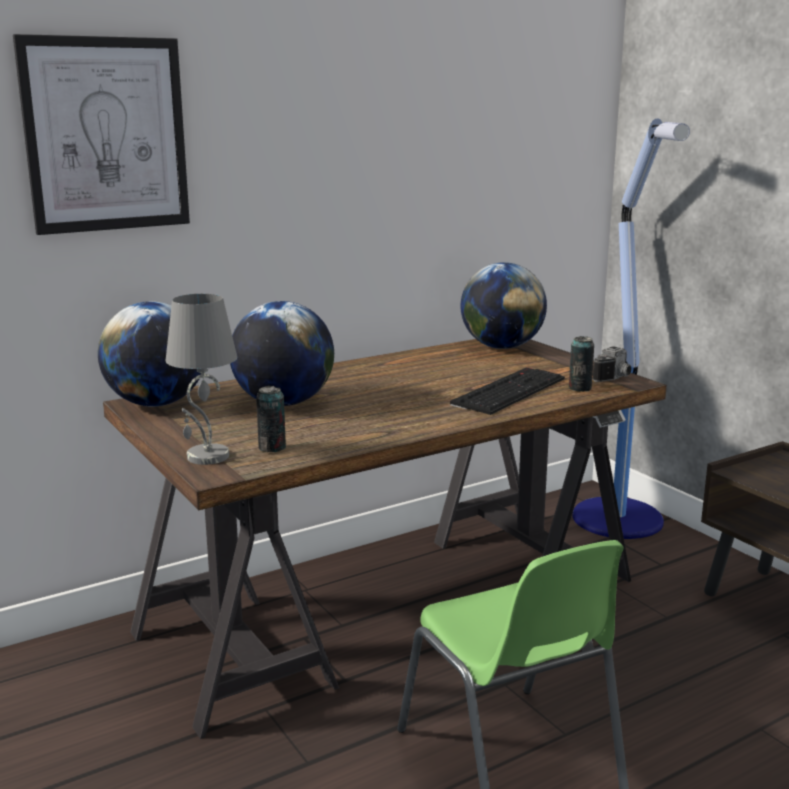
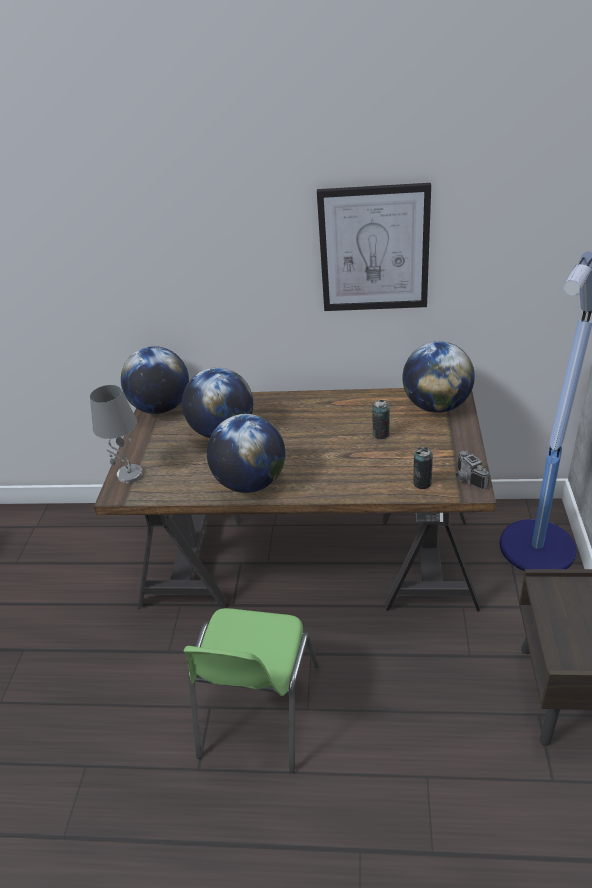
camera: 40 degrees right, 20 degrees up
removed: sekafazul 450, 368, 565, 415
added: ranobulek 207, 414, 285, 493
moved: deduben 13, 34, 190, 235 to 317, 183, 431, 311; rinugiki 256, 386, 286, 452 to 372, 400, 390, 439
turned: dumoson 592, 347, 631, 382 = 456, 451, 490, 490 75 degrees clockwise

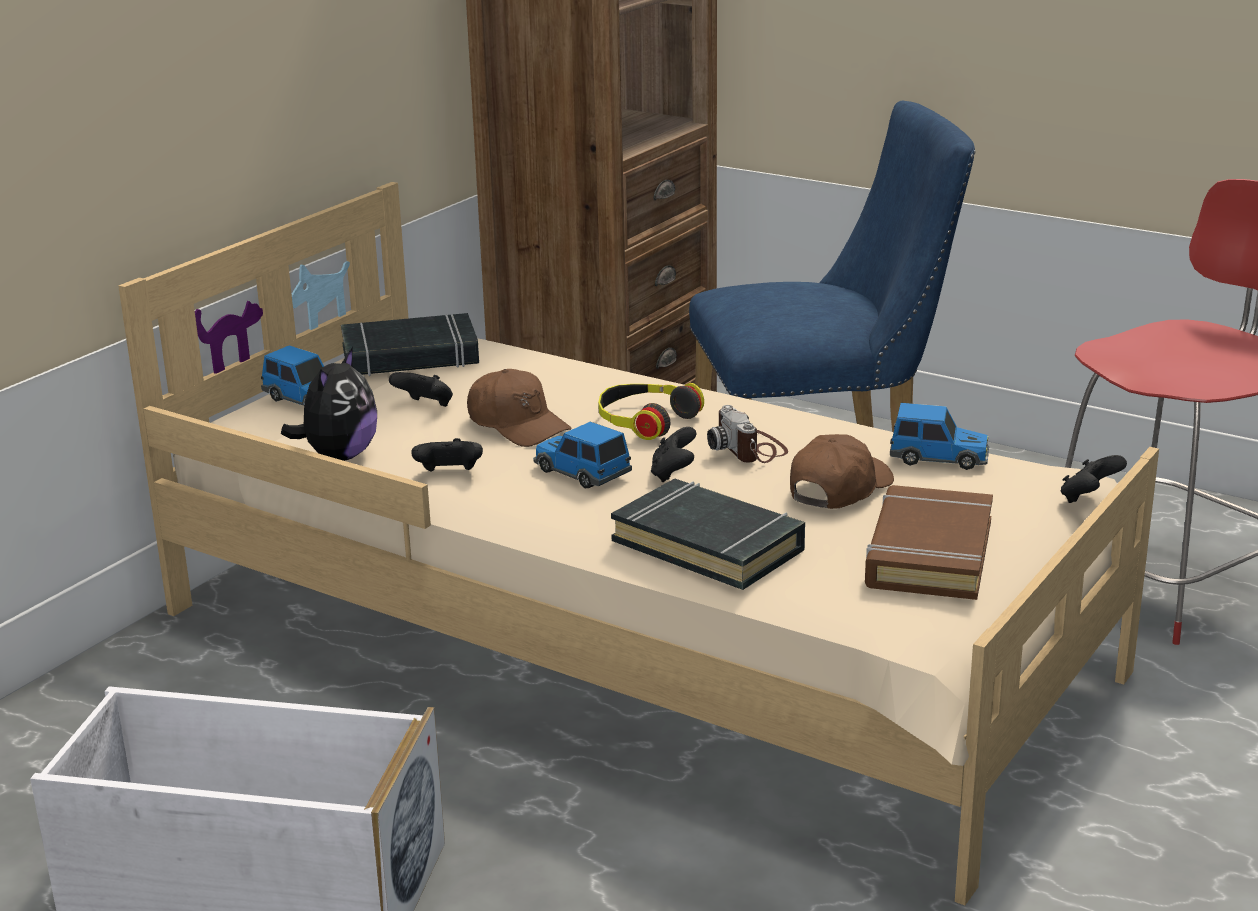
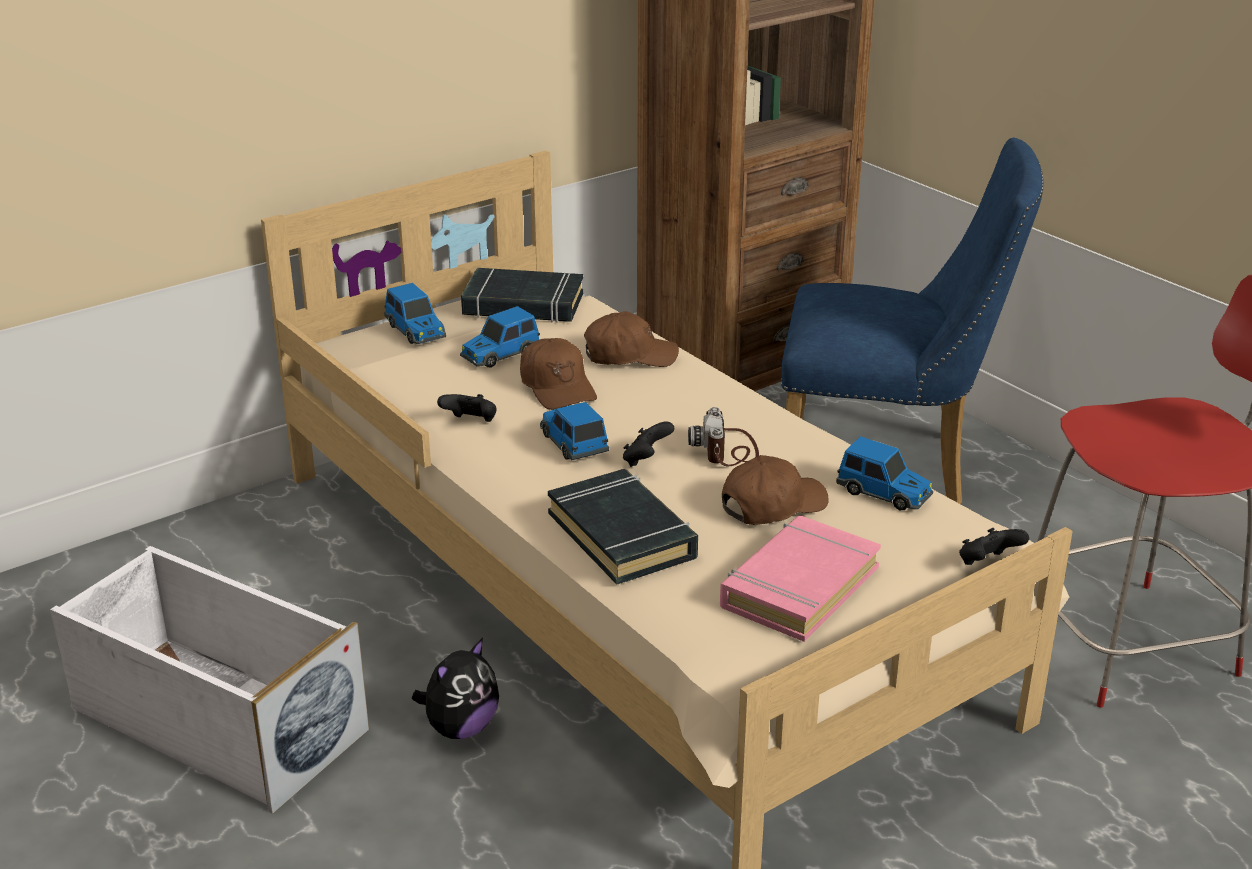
camera: 20 degrees right, 5 degrees up
removed: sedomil 598, 383, 704, 440
added: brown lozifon 584, 311, 679, 367
moved: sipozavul 281, 347, 377, 461 to 412, 638, 499, 739
replaced: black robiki 389, 372, 453, 407 to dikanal 460, 306, 540, 368
recoloured: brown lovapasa 865, 485, 993, 600 to pink lovapasa 720, 515, 881, 642

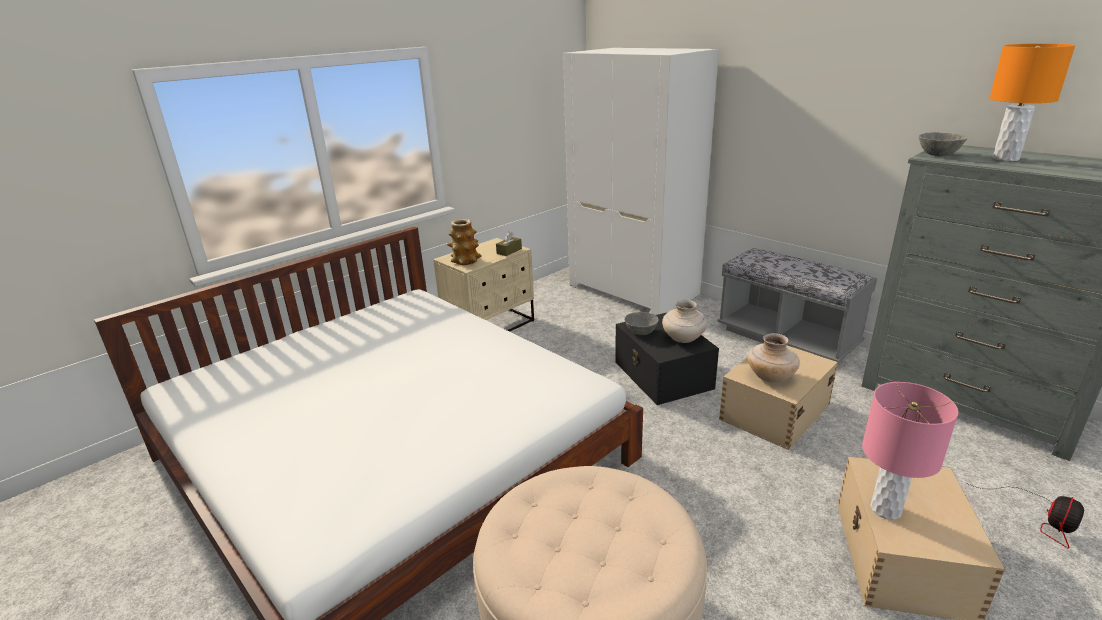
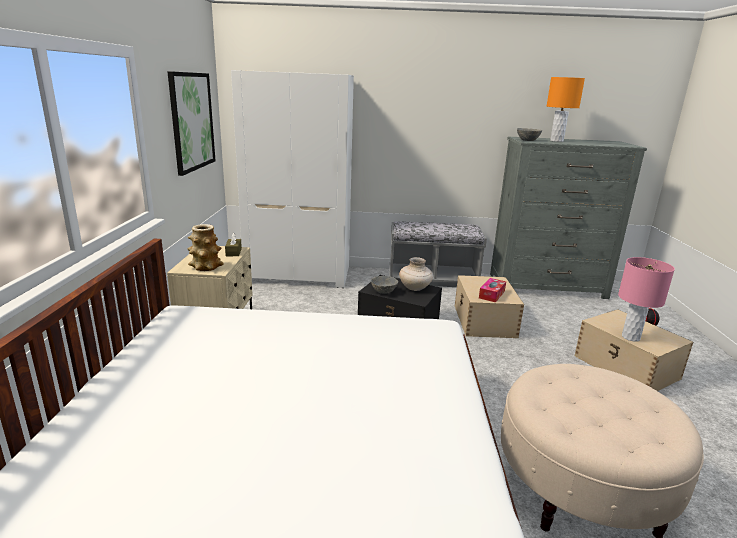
camera: 45 degrees left, 5 degrees down
added: deduben 168, 71, 215, 176
replaced: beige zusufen 747, 333, 800, 383 to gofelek 479, 278, 506, 303

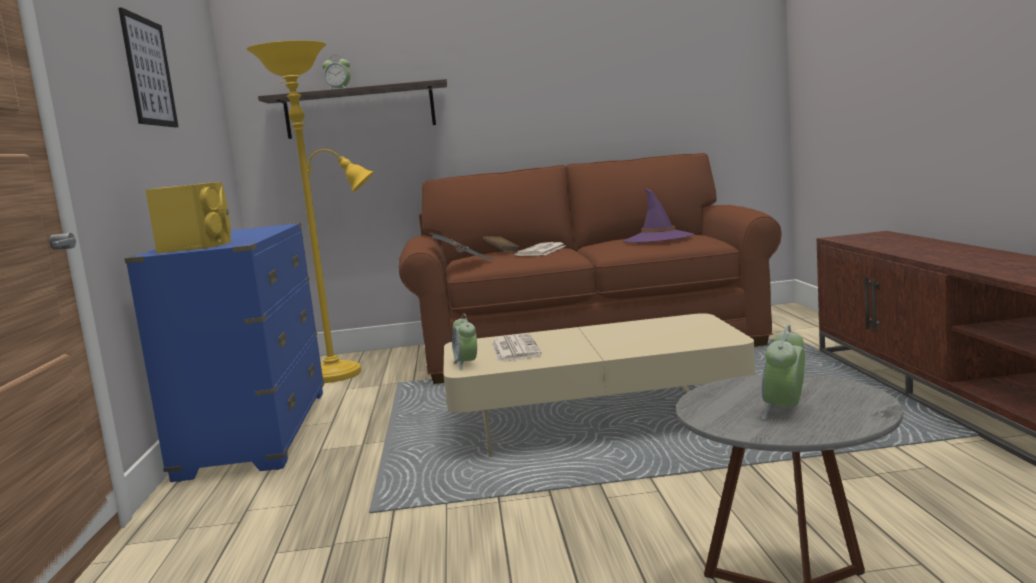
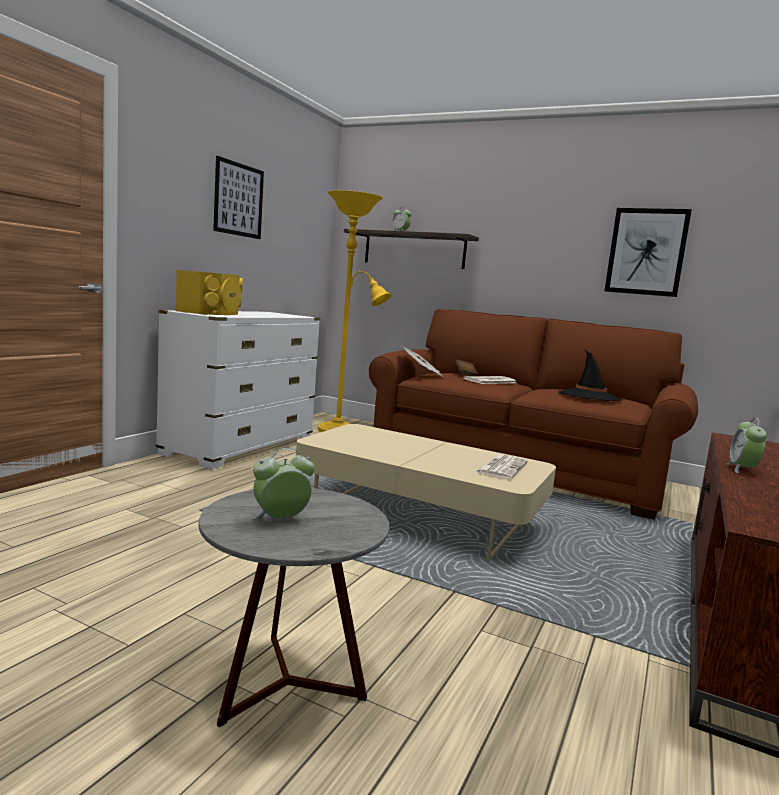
camera: 30 degrees right, 0 degrees up
added: deduben 605, 208, 692, 297
moved: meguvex 452, 314, 477, 370 to 726, 417, 767, 473; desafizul 491, 333, 542, 362 to 474, 454, 528, 479
recoloured: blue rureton 124, 223, 324, 482 to white rureton 156, 310, 320, 469; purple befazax 624, 188, 694, 243 to black befazax 558, 349, 623, 401

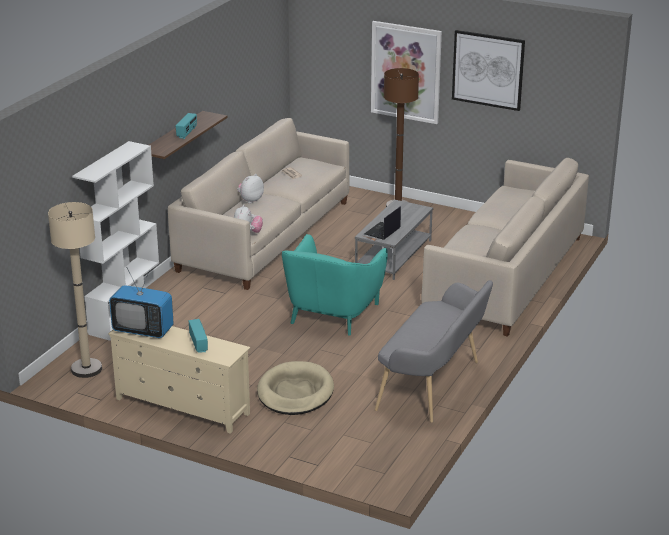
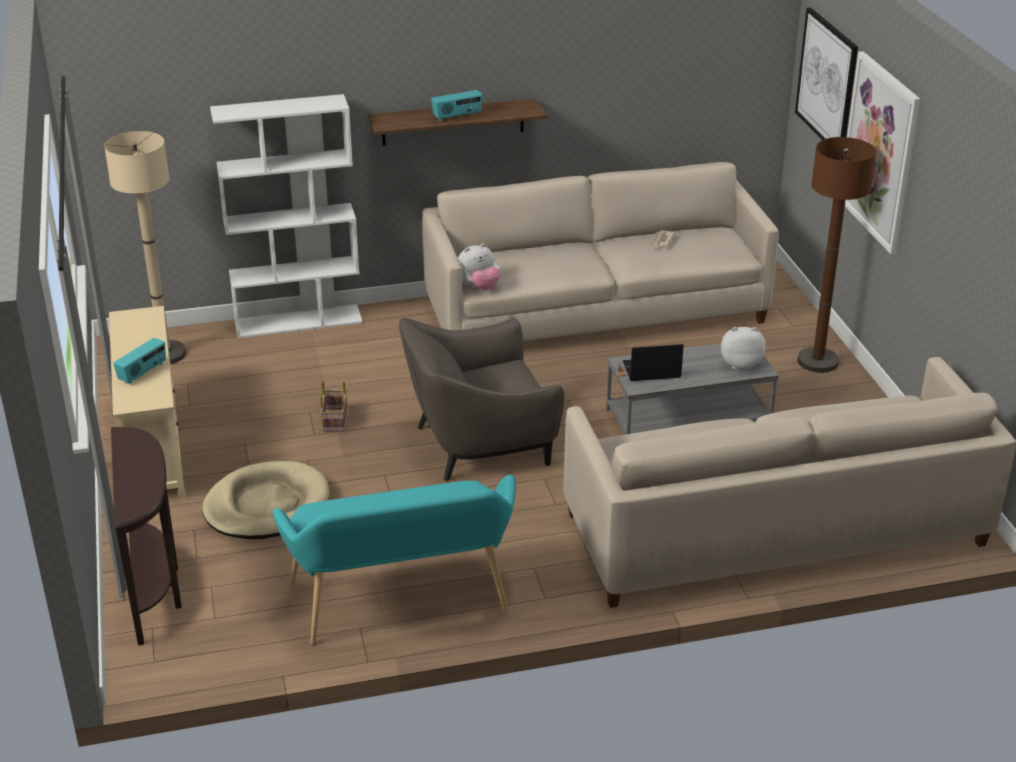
camera: 50 degrees right, 5 degrees up
removed: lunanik 109, 267, 174, 338
added: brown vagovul 111, 427, 182, 645; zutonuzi 320, 381, 347, 432
moved: sipozavul 237, 174, 264, 204 to 721, 327, 766, 370; deduben 452, 30, 525, 111 to 795, 7, 858, 140
recoloured: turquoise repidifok 282, 234, 388, 336 to grey repidifok 399, 318, 564, 481; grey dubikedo 375, 280, 493, 423 to turquoise dubikedo 273, 474, 516, 644

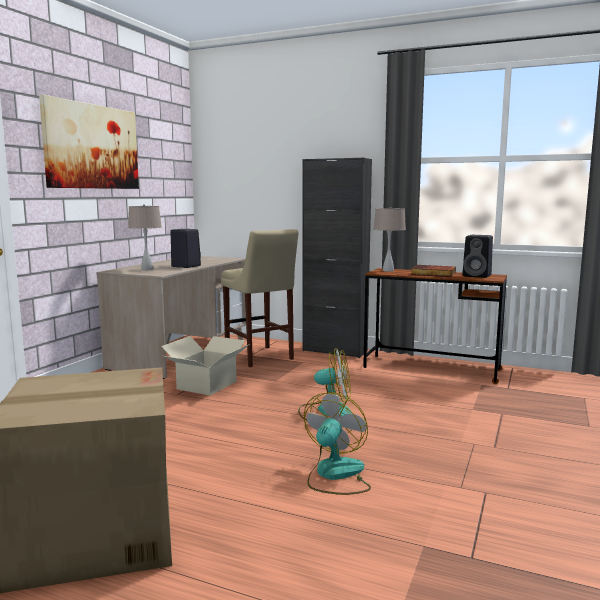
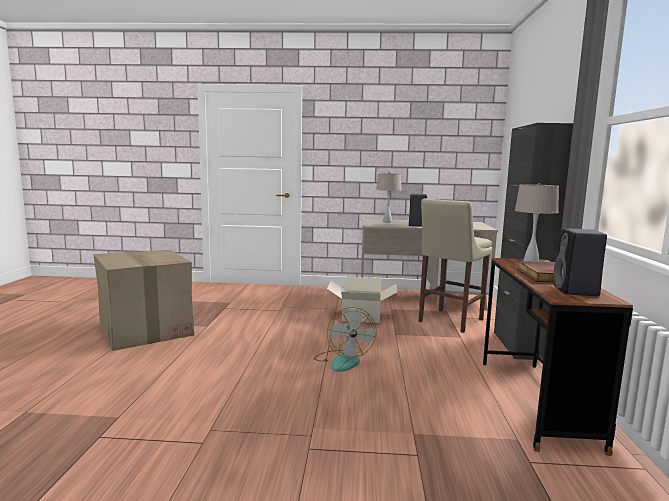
camera: 70 degrees right, 0 degrees up
removed: deduben 39, 95, 139, 189; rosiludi 304, 392, 371, 495

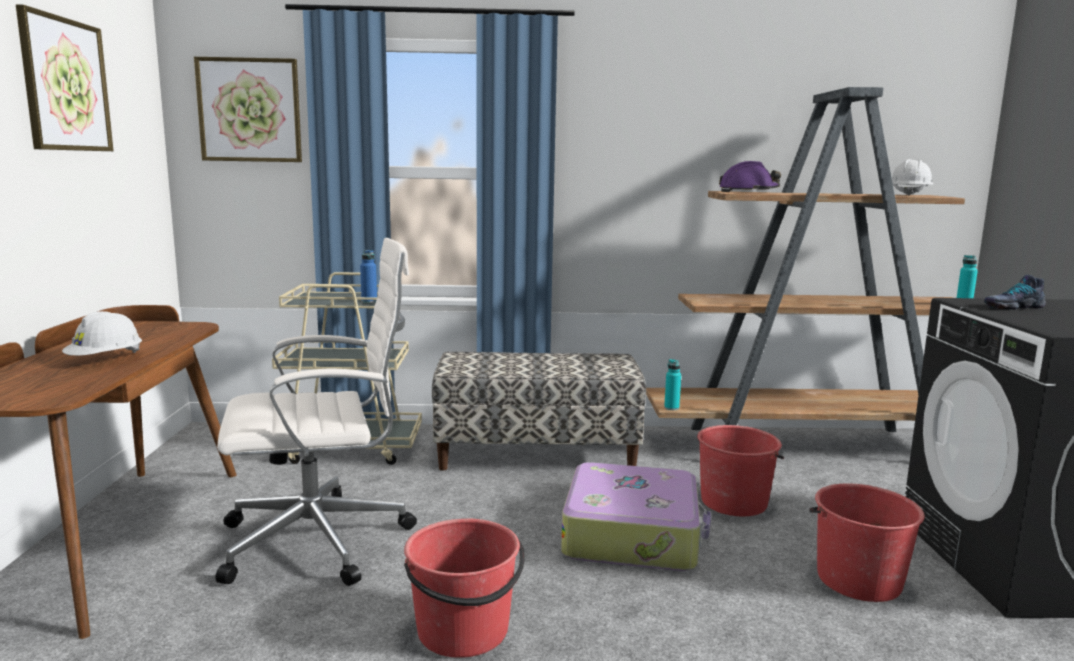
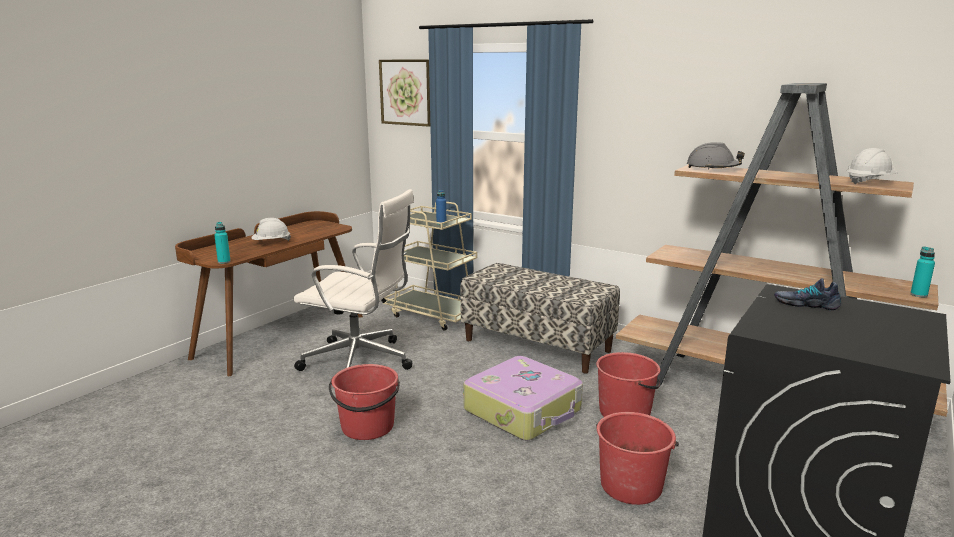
camera: 35 degrees right, 5 degrees up
removed: deduben 16, 4, 114, 151
moved: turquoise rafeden 664, 359, 681, 410 to 214, 222, 230, 264
recoloured: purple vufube 719, 161, 781, 192 to grey vufube 687, 142, 745, 169

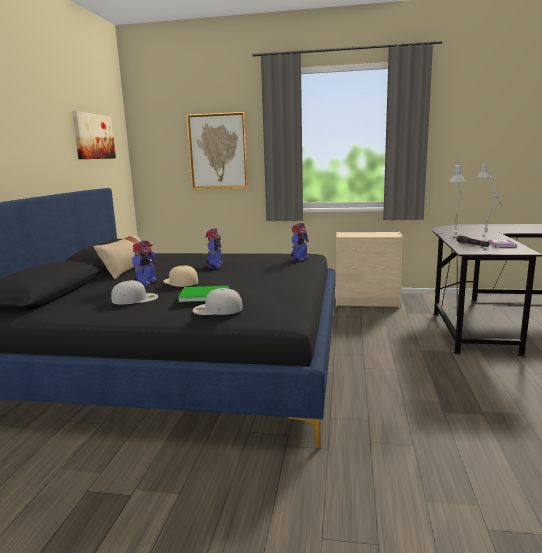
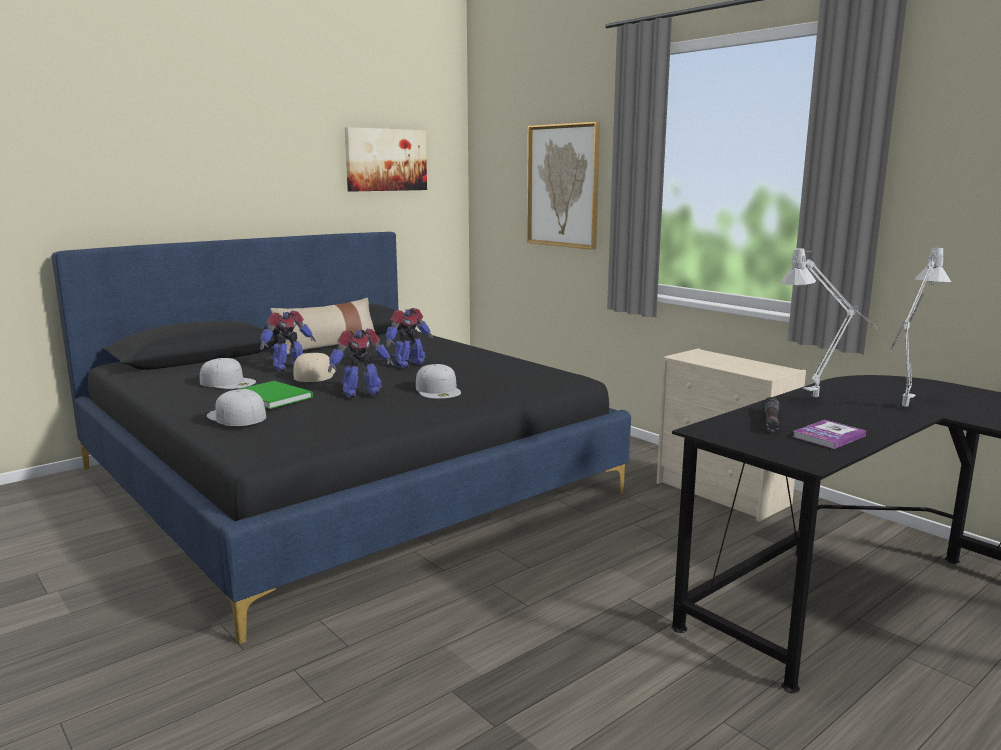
camera: 40 degrees right, 0 degrees up
added: white lozifon 416, 364, 461, 399
moved: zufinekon 291, 223, 309, 261 to 328, 329, 393, 398

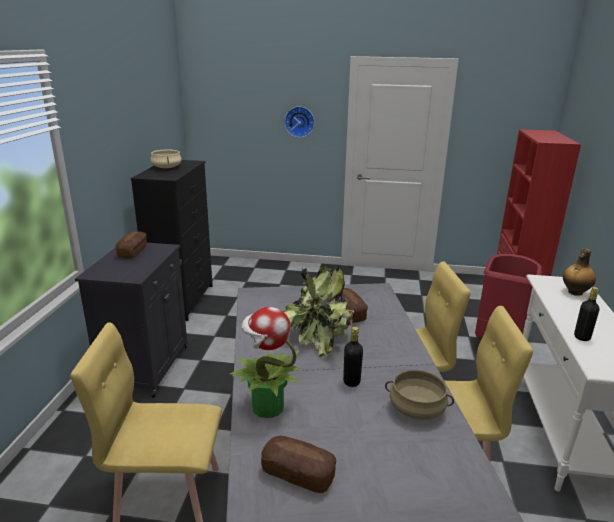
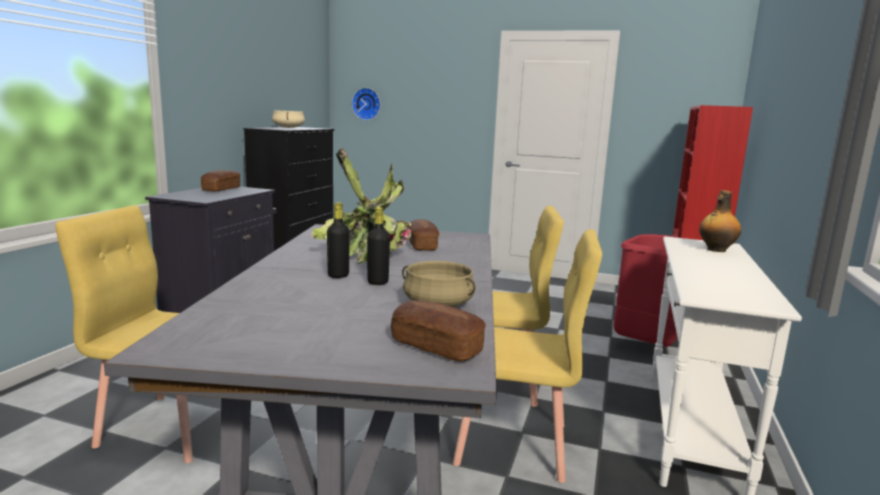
camera: 10 degrees right, 10 degrees down
removed: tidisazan 229, 307, 302, 418
moved: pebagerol 261, 436, 336, 493 to 391, 300, 486, 361; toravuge 285, 106, 315, 138 to 352, 88, 380, 120; black rafeden 574, 287, 600, 341 to 327, 202, 350, 278

